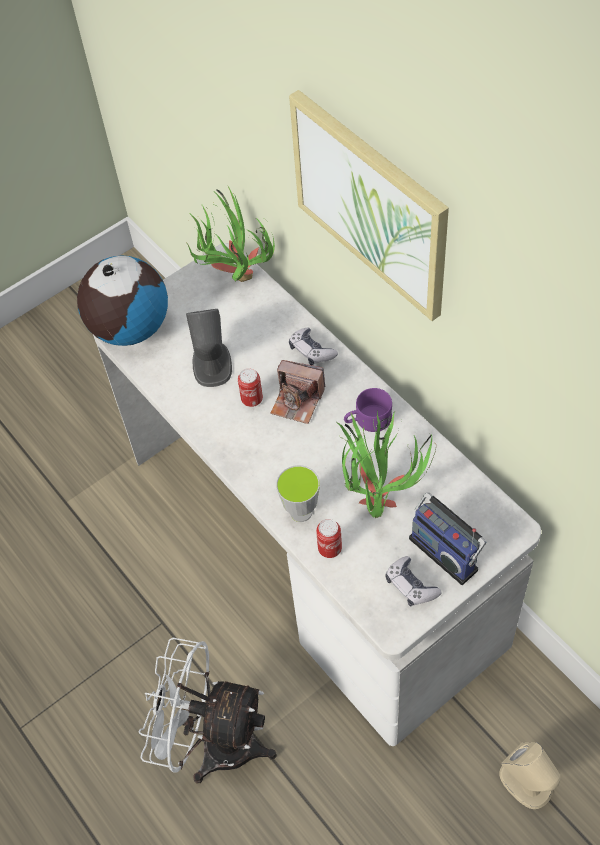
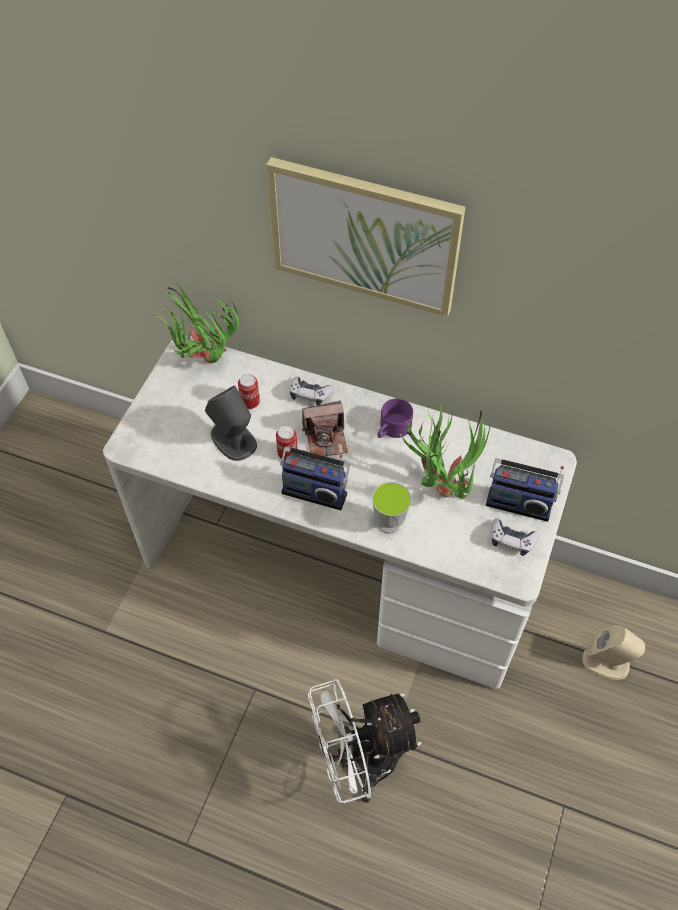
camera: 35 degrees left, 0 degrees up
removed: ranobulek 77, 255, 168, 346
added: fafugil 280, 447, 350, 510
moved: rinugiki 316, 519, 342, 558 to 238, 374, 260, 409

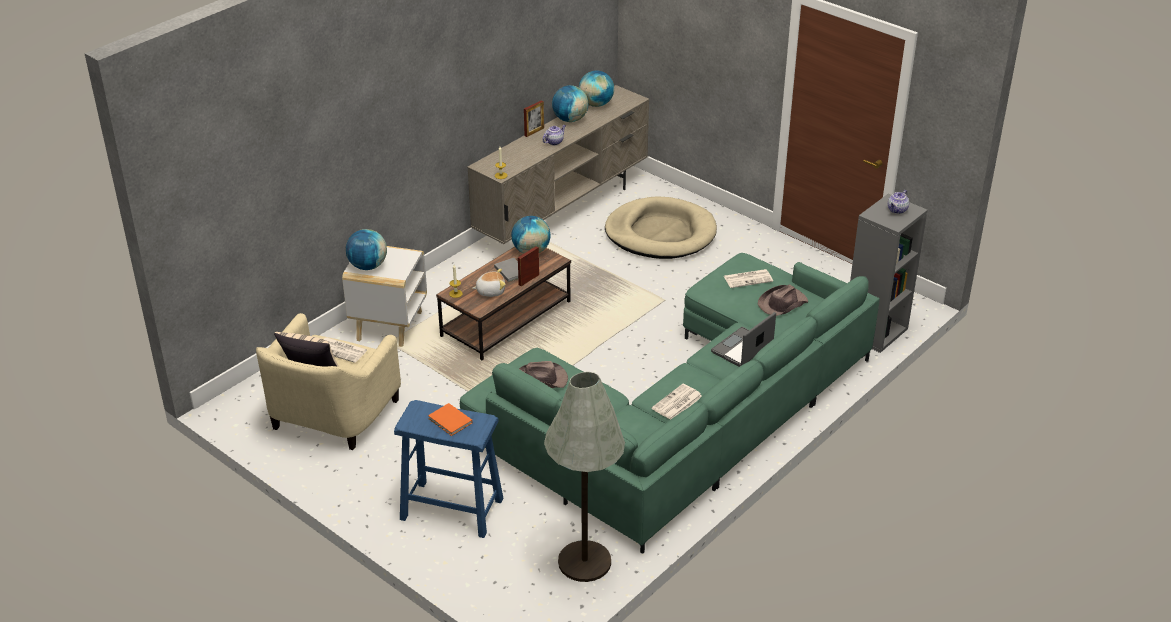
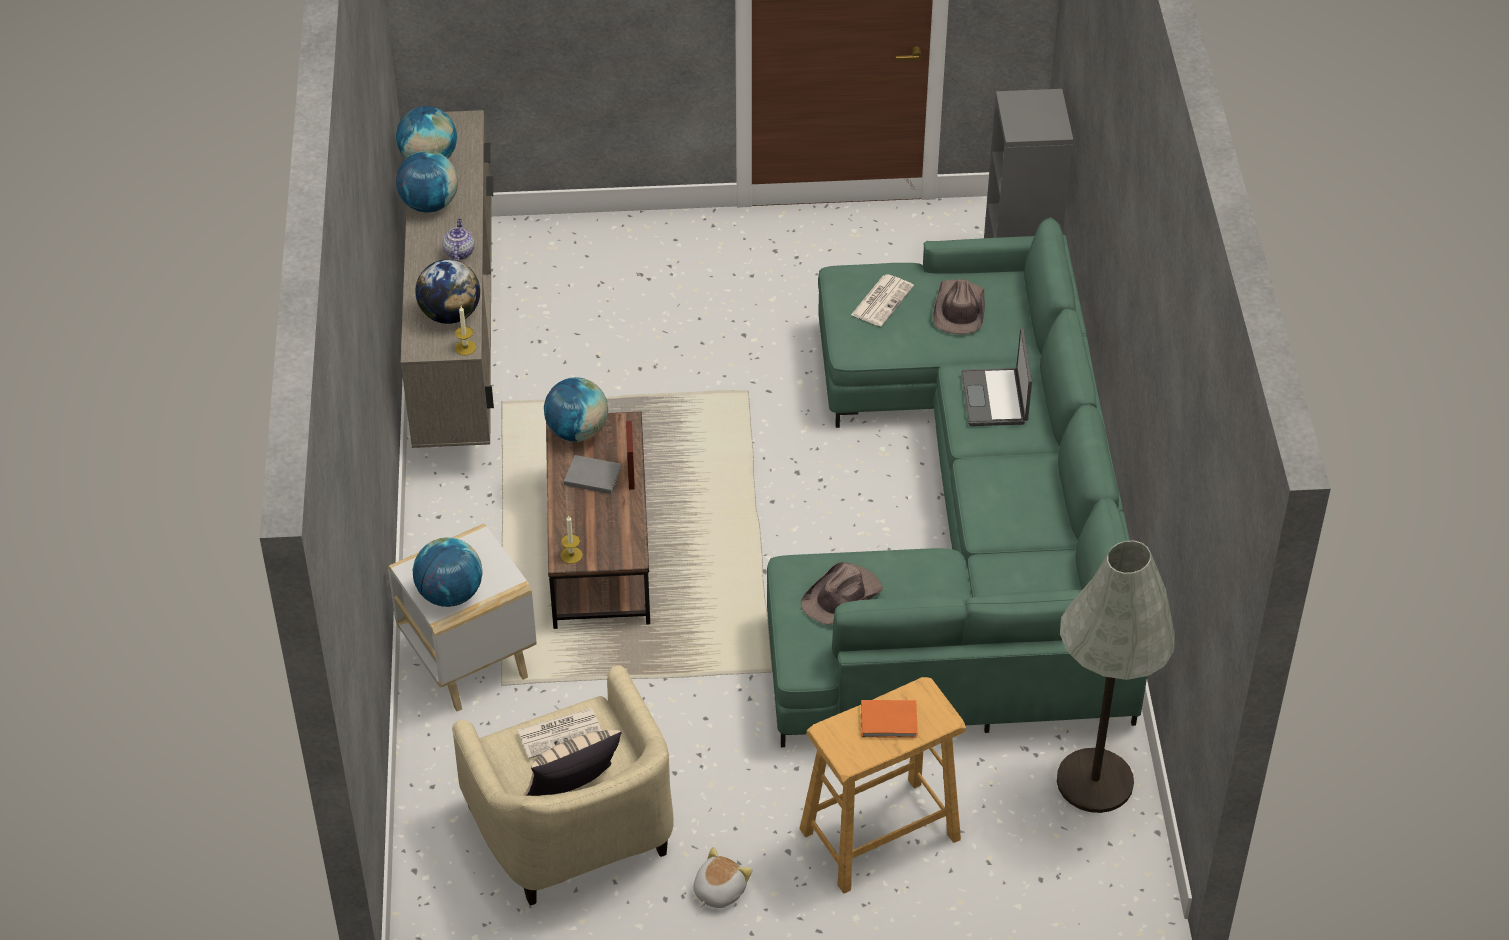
camera: 45 degrees left, 10 degrees up
removed: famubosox 524, 100, 544, 137; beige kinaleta 605, 197, 717, 259; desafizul 652, 384, 702, 420; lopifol 888, 190, 909, 214
added: ranobulek 415, 259, 480, 324
moved: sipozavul 472, 269, 506, 297 to 694, 847, 752, 908
recoloured: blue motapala 394, 400, 503, 538 to beige motapala 800, 677, 966, 893

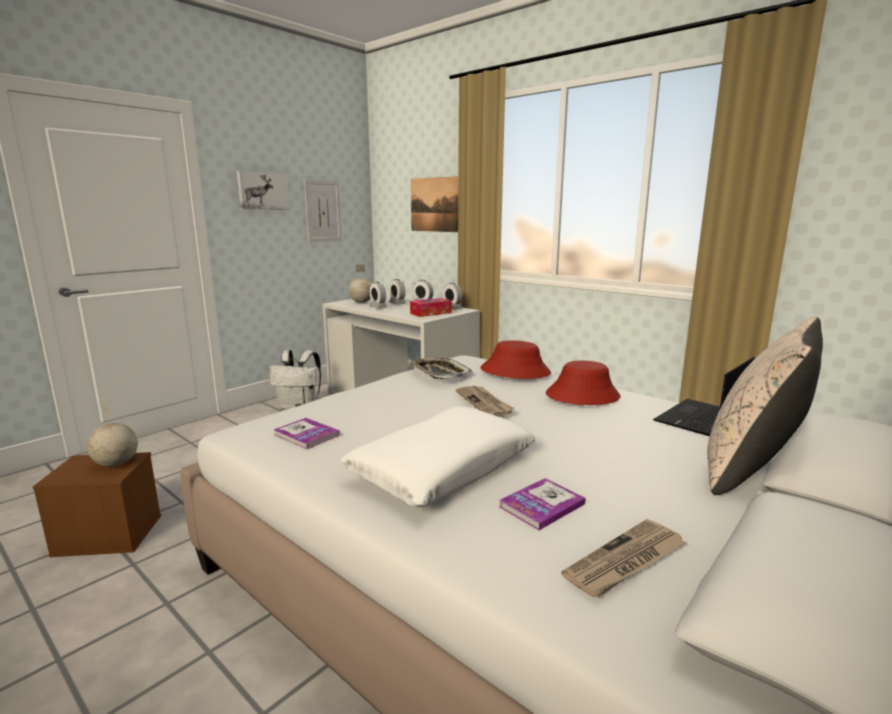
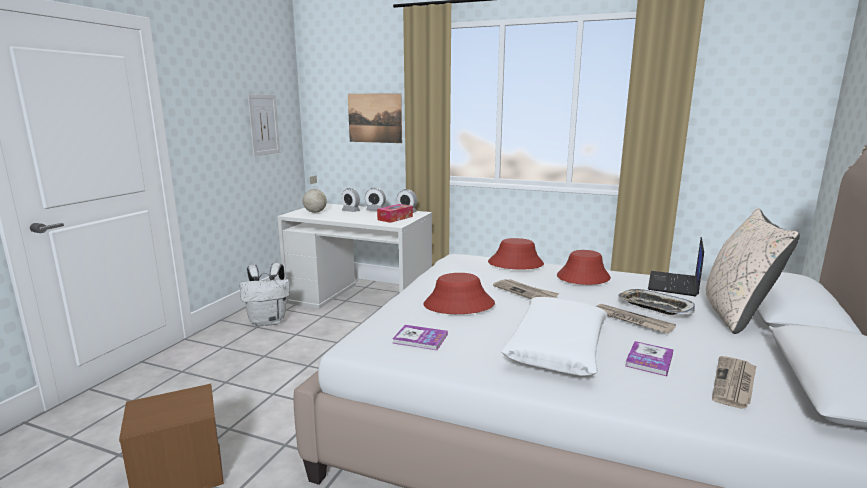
camera: 20 degrees left, 0 degrees up
removed: ranobulek 87, 401, 138, 467; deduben 237, 171, 290, 210; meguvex 369, 282, 387, 308
added: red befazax 423, 273, 495, 314; desafizul 596, 304, 676, 334
moved: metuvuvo 409, 358, 472, 379 to 618, 289, 695, 315

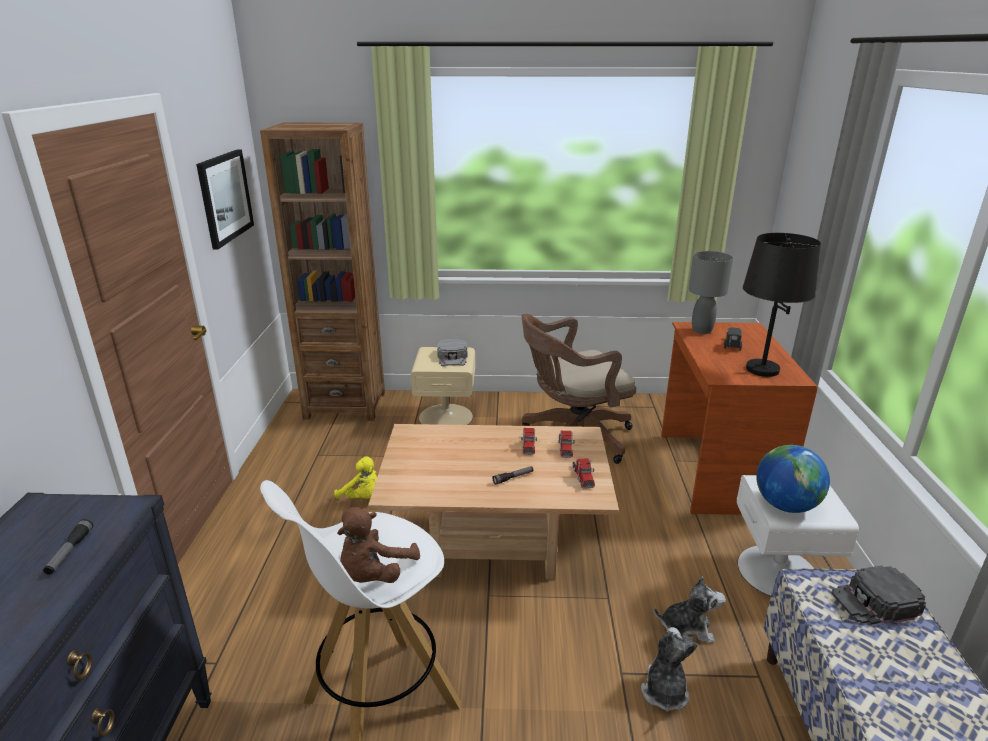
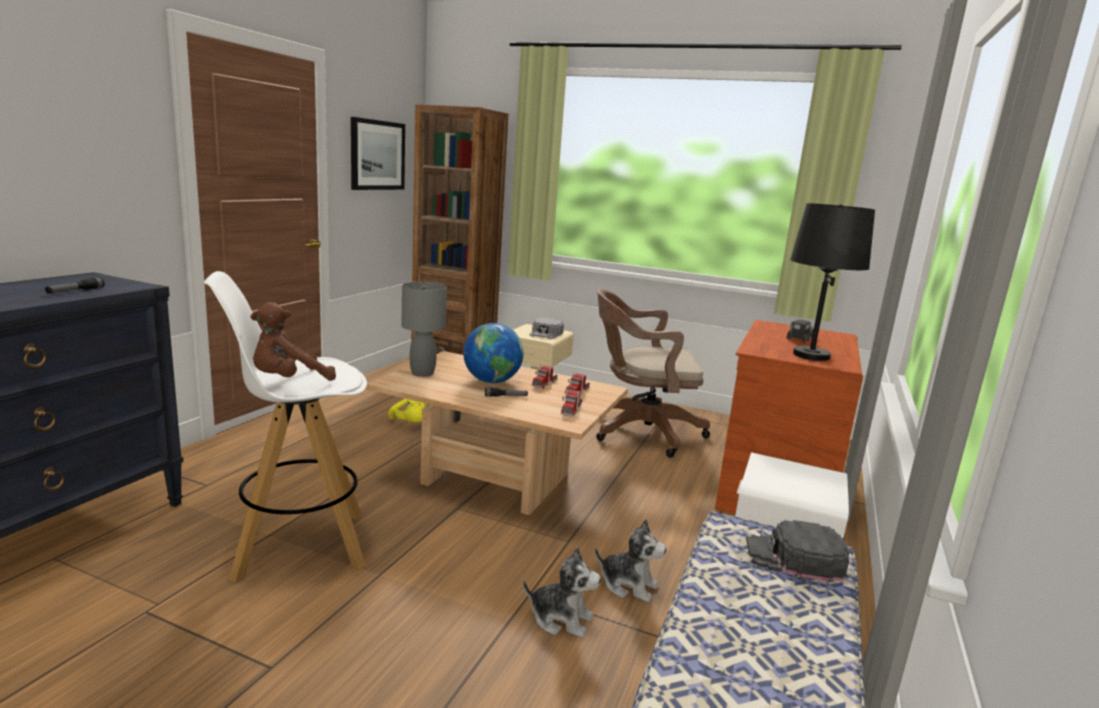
camera: 20 degrees right, 10 degrees down
moved: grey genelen 689, 251, 733, 334 to 402, 282, 447, 377; ranobulek 756, 445, 830, 513 to 463, 323, 524, 383
turned: sipozavul 641, 627, 698, 712 = 523, 547, 601, 638 75 degrees clockwise

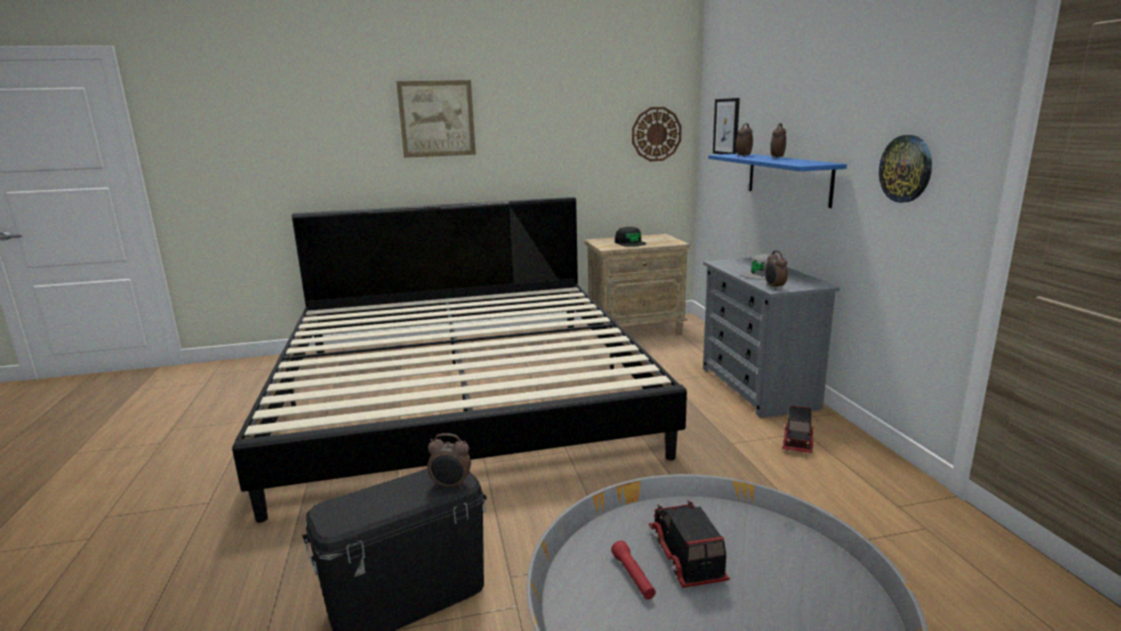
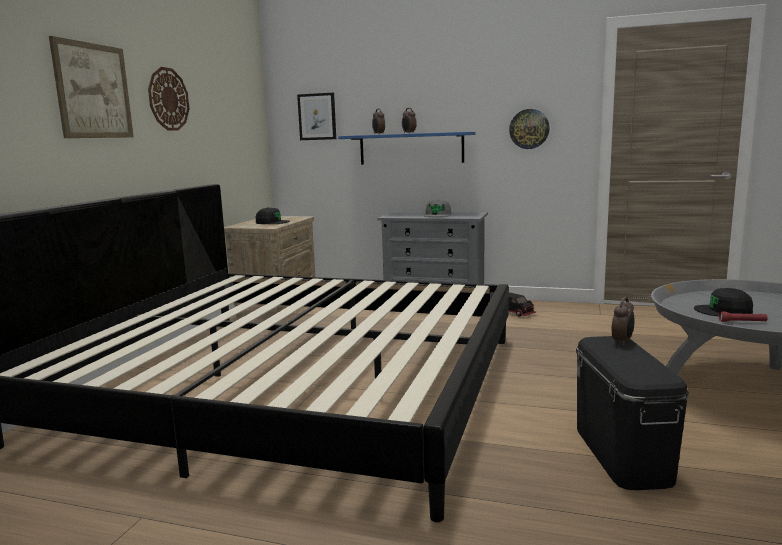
camera: 60 degrees left, 5 degrees down
removed: meguvex 765, 251, 788, 290
moved: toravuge 632, 107, 682, 161 to 148, 67, 189, 131
replaced: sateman 649, 500, 730, 588 to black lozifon 694, 288, 753, 316

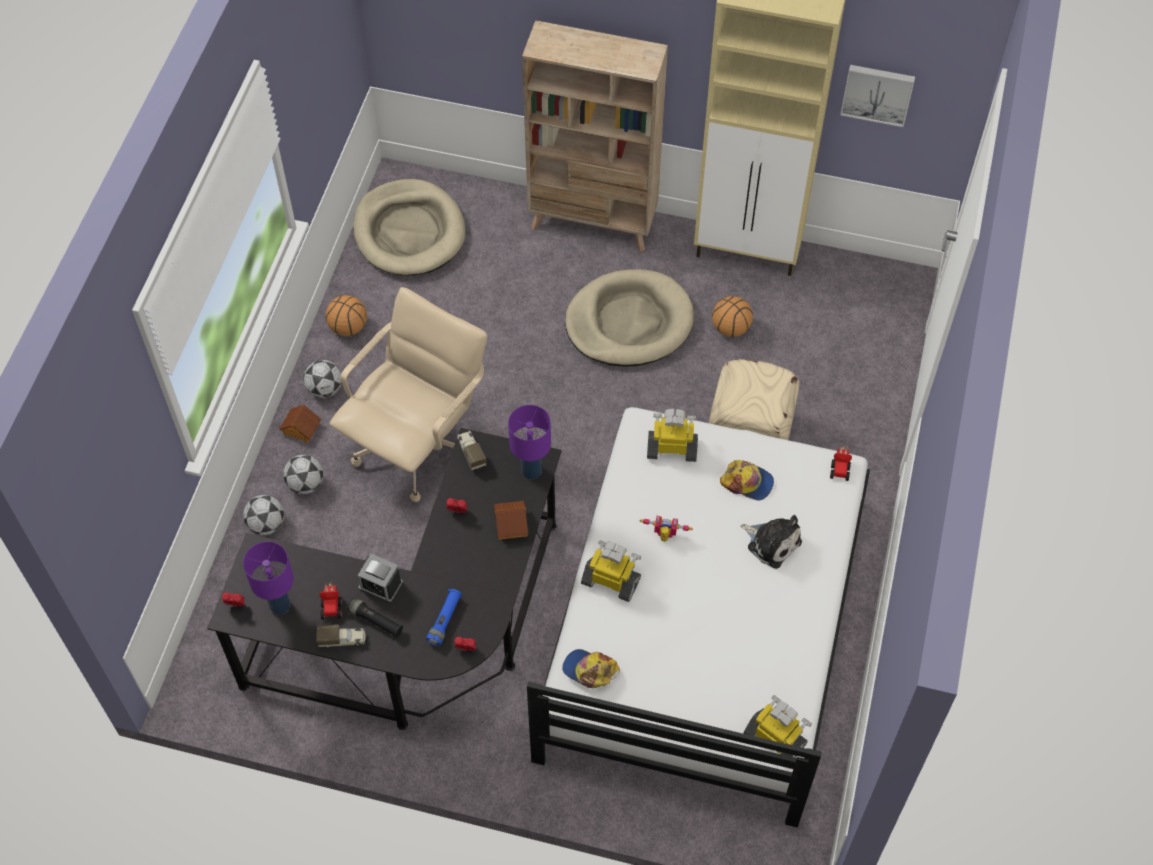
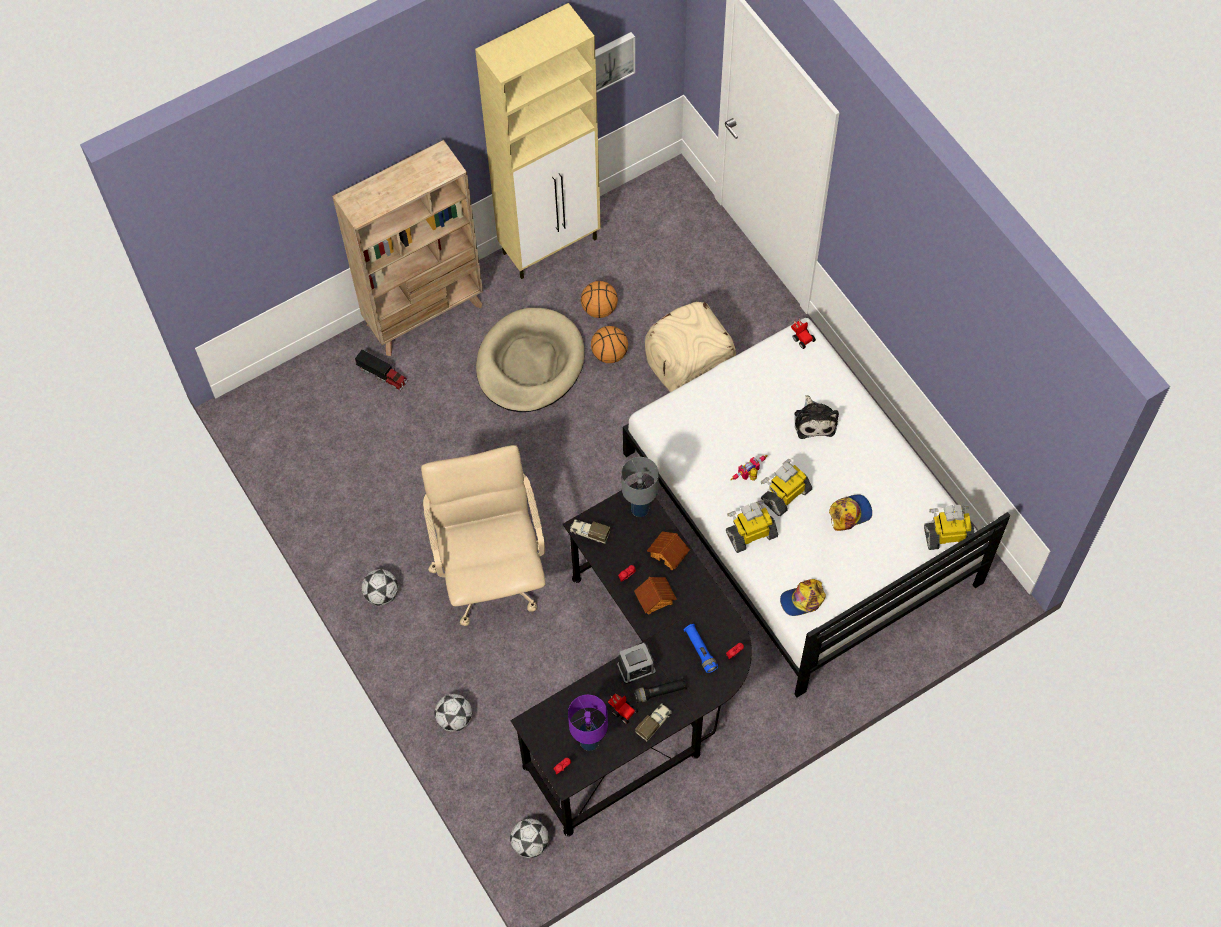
camera: 45 degrees left, 5 degrees up
removed: beige kinaleta 353, 179, 465, 276
added: sateman 355, 350, 408, 391
moved: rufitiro 279, 404, 322, 443 to 634, 577, 677, 615; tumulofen 283, 455, 324, 494 to 510, 819, 549, 858; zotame 326, 295, 367, 336 to 591, 326, 628, 363; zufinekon 647, 409, 698, 462 to 761, 459, 812, 516; lozifon 720, 460, 774, 501 to 829, 495, 872, 531
recoloured: purple genelen 508, 405, 551, 479 to grey genelen 621, 457, 659, 517
turned: sipozavul 741, 515, 802, 569 = 794, 395, 839, 439 90 degrees clockwise

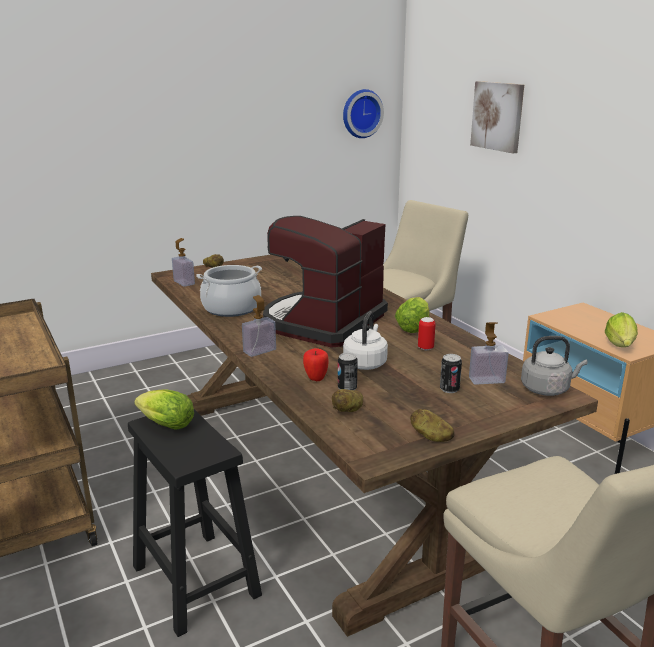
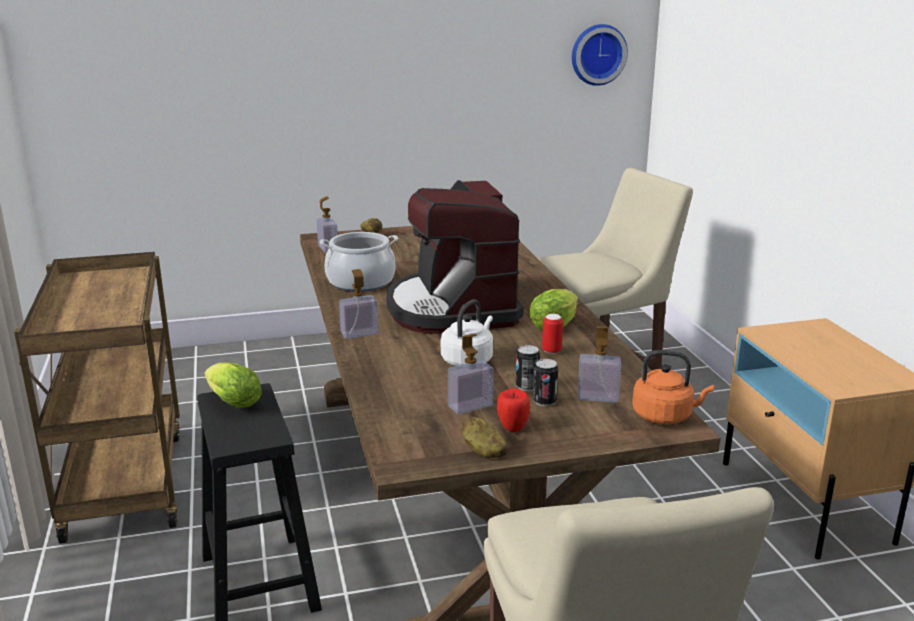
camera: 15 degrees right, 0 degrees up
removed: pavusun 332, 389, 363, 412; deduben 470, 81, 524, 154; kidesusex 605, 312, 638, 347
added: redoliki 448, 334, 494, 414
moved: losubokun 303, 348, 329, 381 to 497, 388, 530, 432; rinugiki 338, 353, 358, 390 to 516, 345, 540, 391
recoloured: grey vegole 521, 336, 588, 396 to orange vegole 632, 350, 714, 425
turned: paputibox 263, 216, 388, 348 = 386, 180, 524, 334 60 degrees counterclockwise

